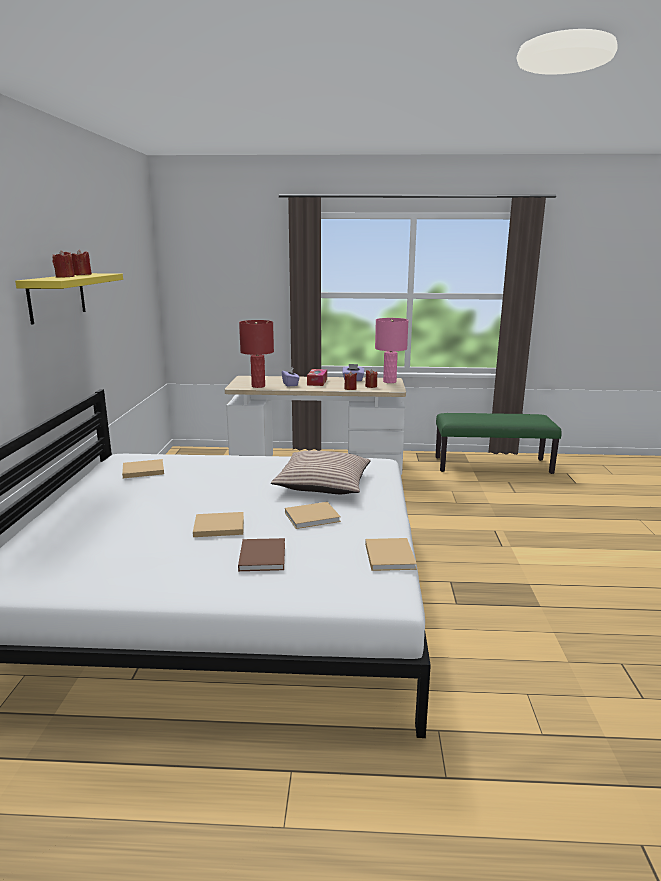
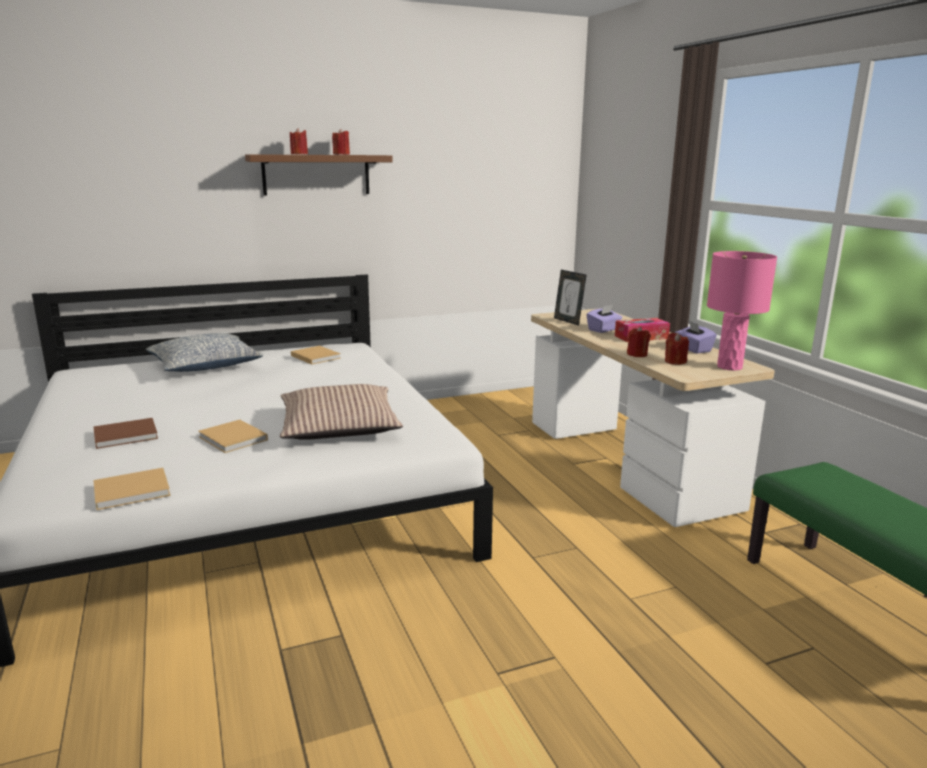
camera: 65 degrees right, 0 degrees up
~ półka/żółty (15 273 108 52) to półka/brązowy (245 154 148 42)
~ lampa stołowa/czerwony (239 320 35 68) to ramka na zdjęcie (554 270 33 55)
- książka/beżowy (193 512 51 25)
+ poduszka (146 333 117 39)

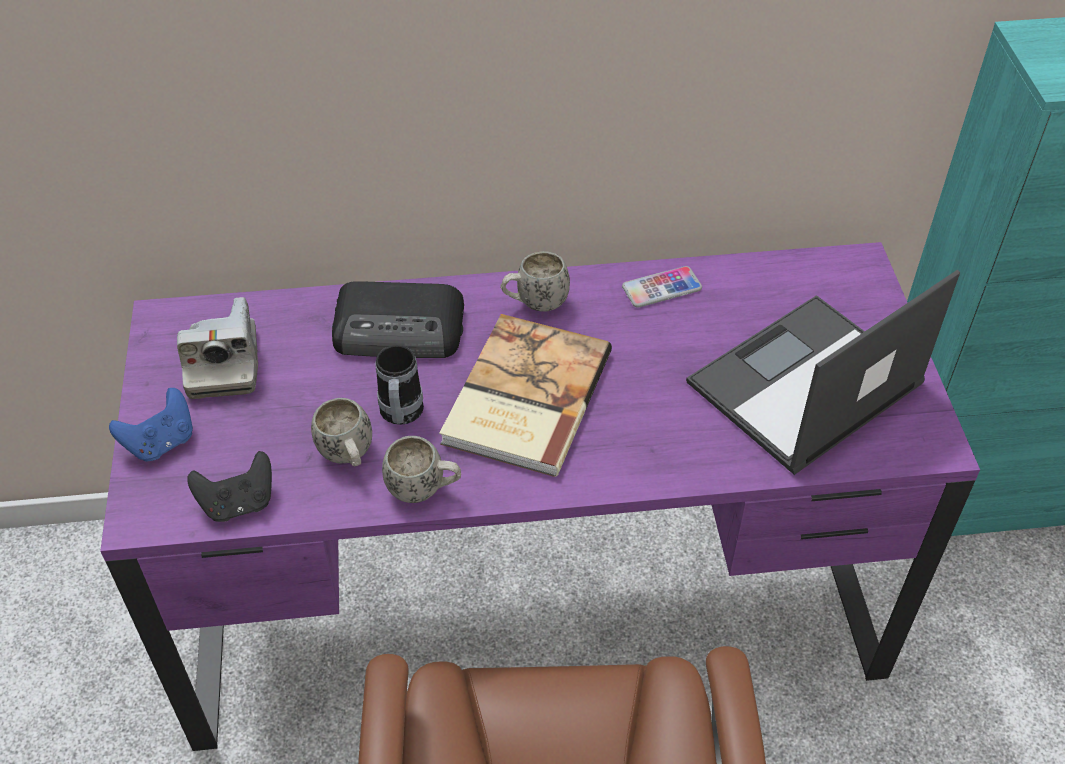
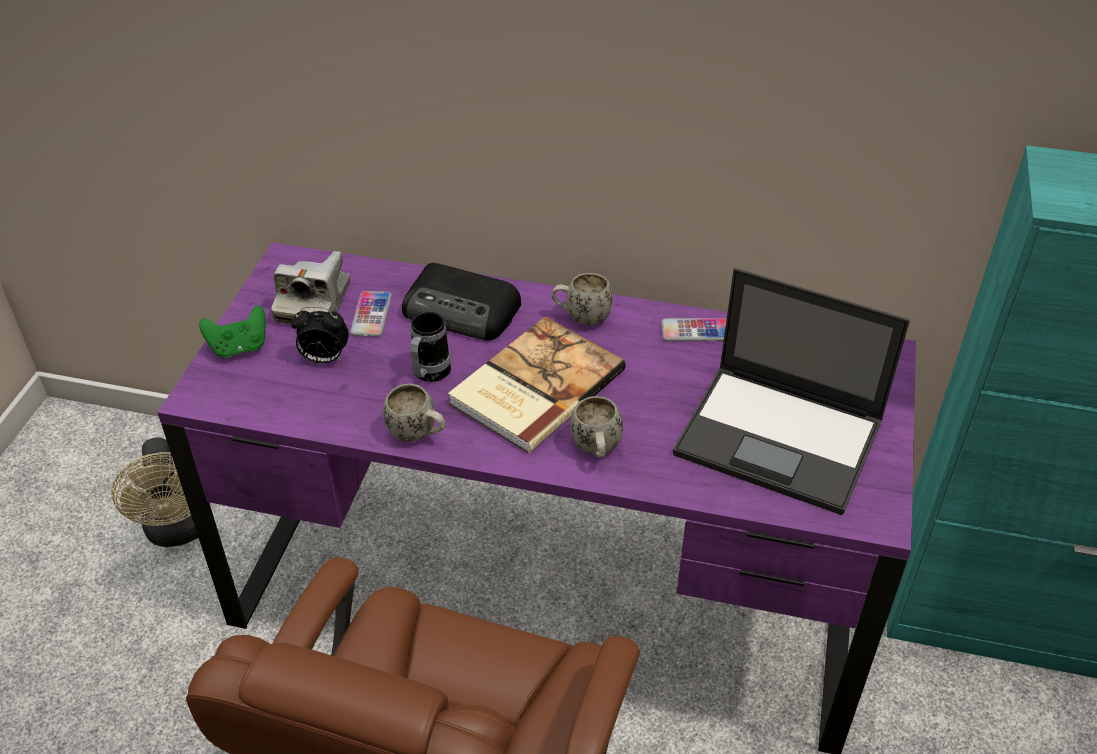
camera: 20 degrees right, 5 degrees down
~ laptop (686 270 274 205) = (673 268 237 247) 135 degrees counterclockwise
~ pad do gier/niebieski (109 388 84 74) to pad do gier/zielony (199 305 67 53)
~ kubek/biały (311 398 61 69) to (570 396 53 62)
- pad do gier/czarny (187 451 85 71)
+ telefon (350 291 42 46)
+ budzik (291 306 58 57)
+ wentylator/beżowy (111 437 88 110)

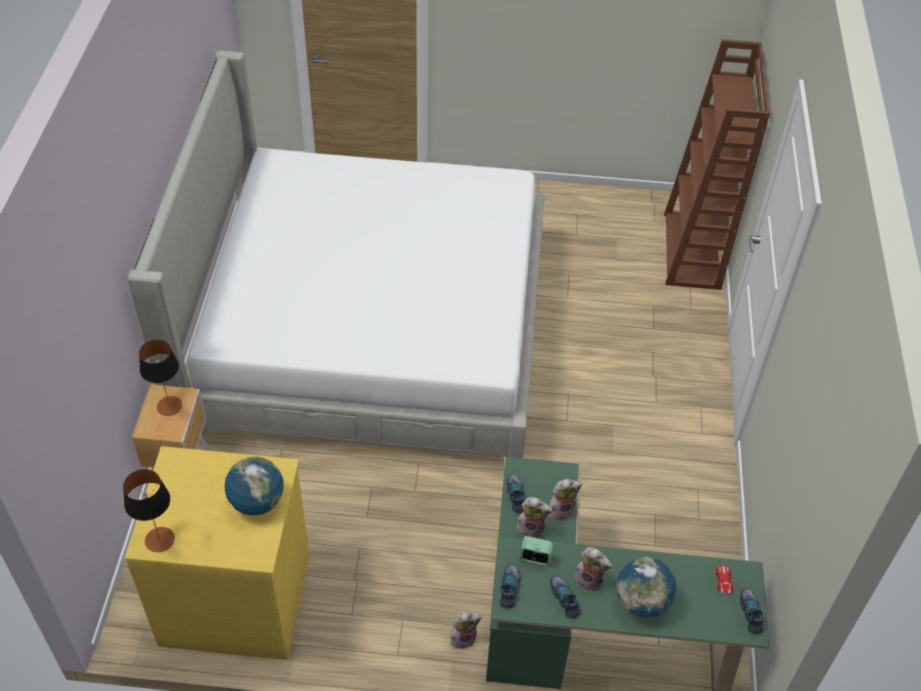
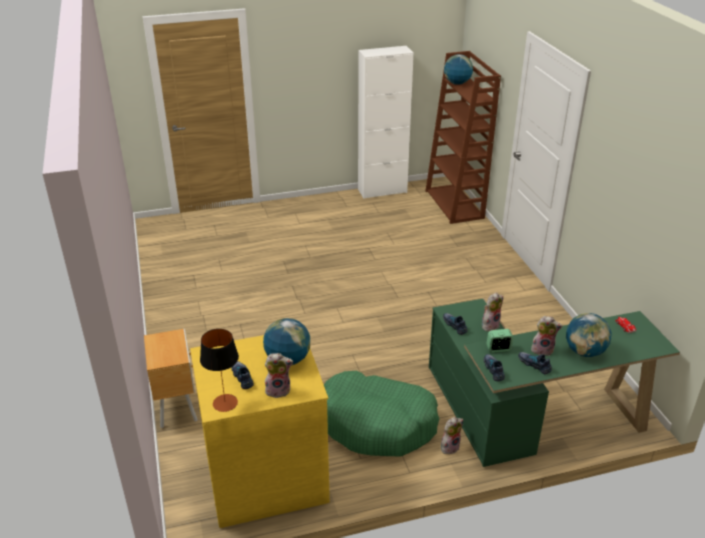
camera: 20 degrees left, 15 degrees down
- łóżko (127 50 418 408)
- lampa stołowa (139 340 43 76)
~ pluszak (517 497 36 41) to (265 353 28 45)
~ but (739 588 25 46) to (231 361 23 28)
+ szafka/biały (358 46 56 153)
+ globus (444 54 29 31)
+ legowisko/zielony (324 371 115 85)

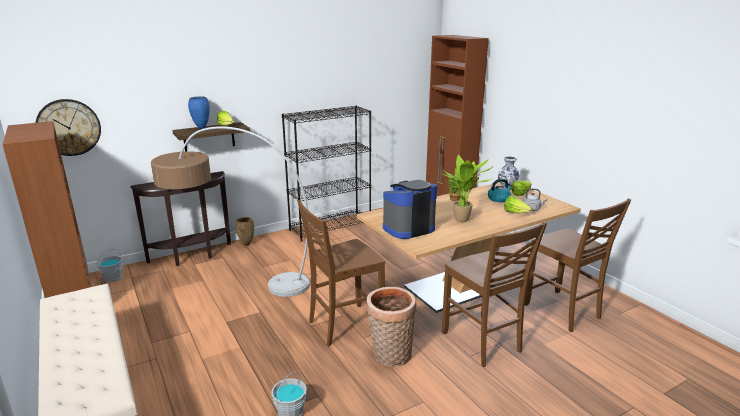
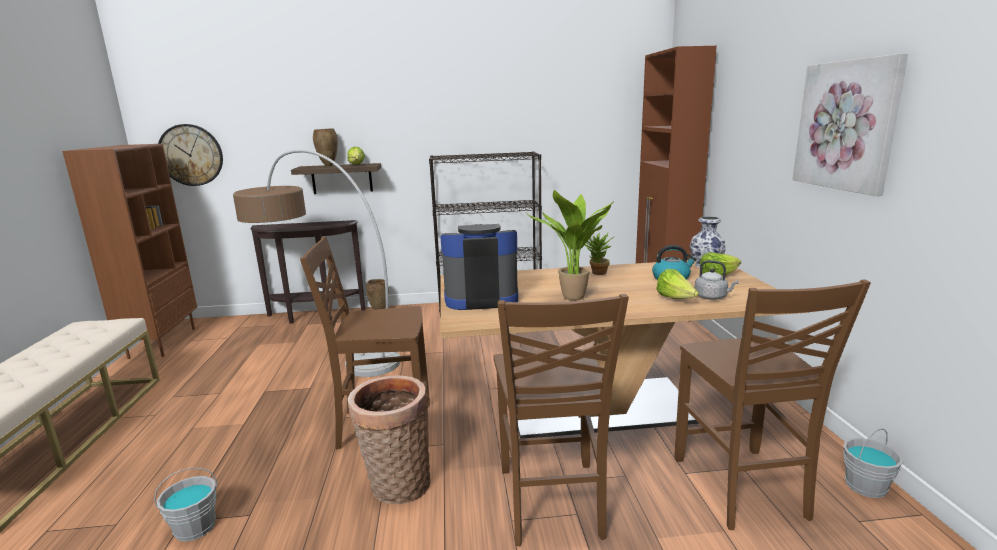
camera: 25 degrees right, 5 degrees down
~ wazon/niebieski (188 96 22 33) to wazon/brązowy (313 128 25 38)
~ wiadro/szary (97 249 26 33) to (843 428 60 70)
+ obraz (793 53 115 143)

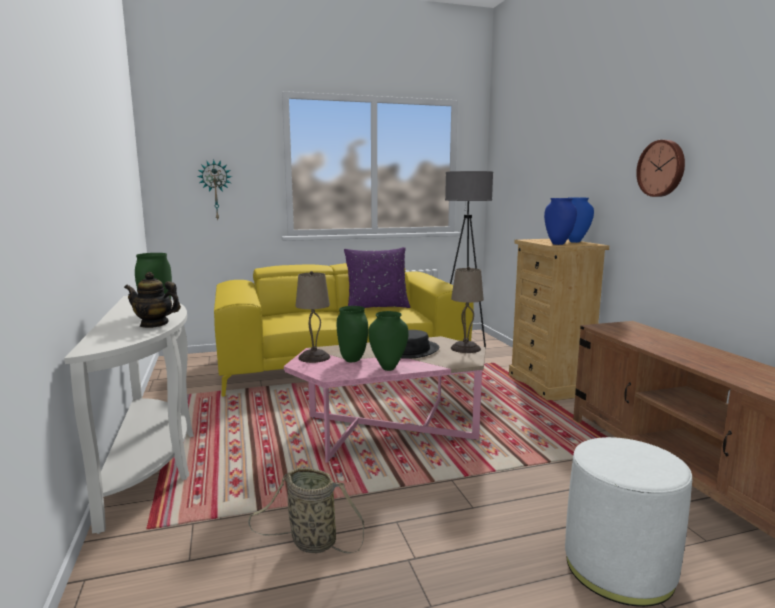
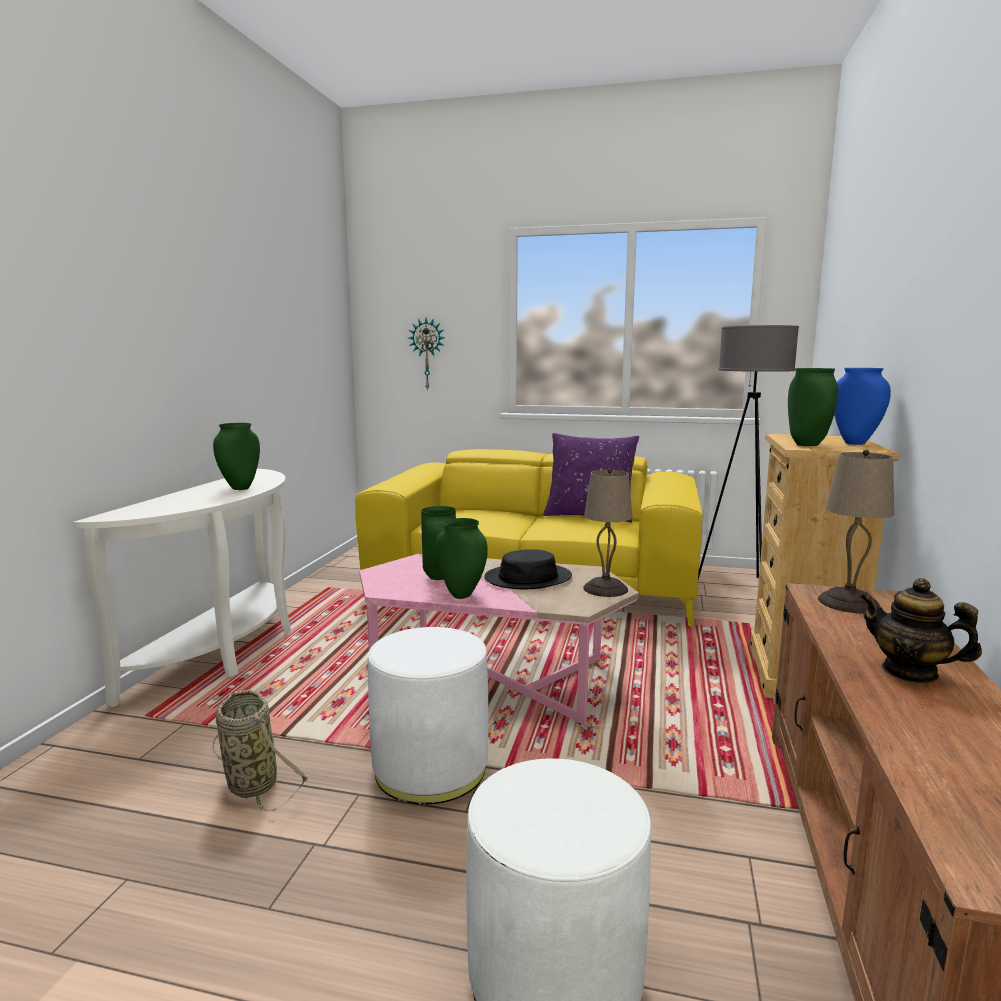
camera: 30 degrees right, 0 degrees up
- zegar ścienny (636 140 49 57)
~ wazon/niebieski (544 198 33 47) to wazon/zielony (788 368 50 78)
~ lampa stołowa/beżowy (296 271 34 92) to (818 450 76 163)
~ imbryk (124 272 57 56) to (859 578 123 105)
+ pufa/biały (368 627 120 177)

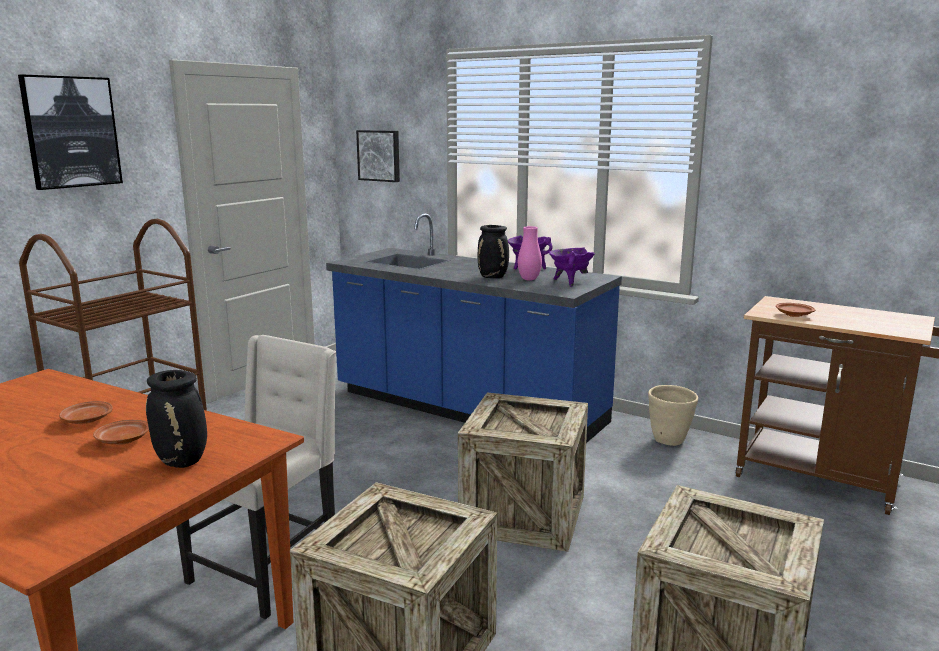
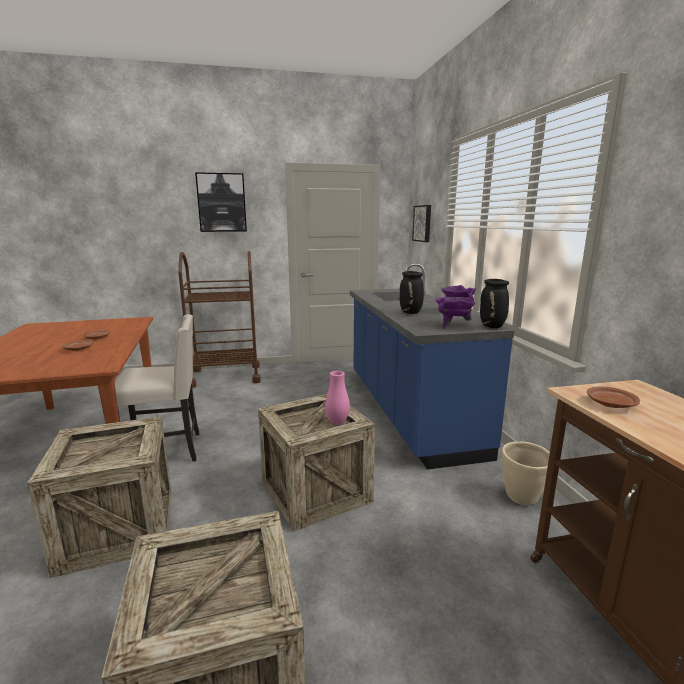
camera: 45 degrees right, 0 degrees up
~ wazon/różowy (518 226 24 55) to (325 371 25 54)
~ wazon/czarny (146 370 61 98) to (480 279 29 49)

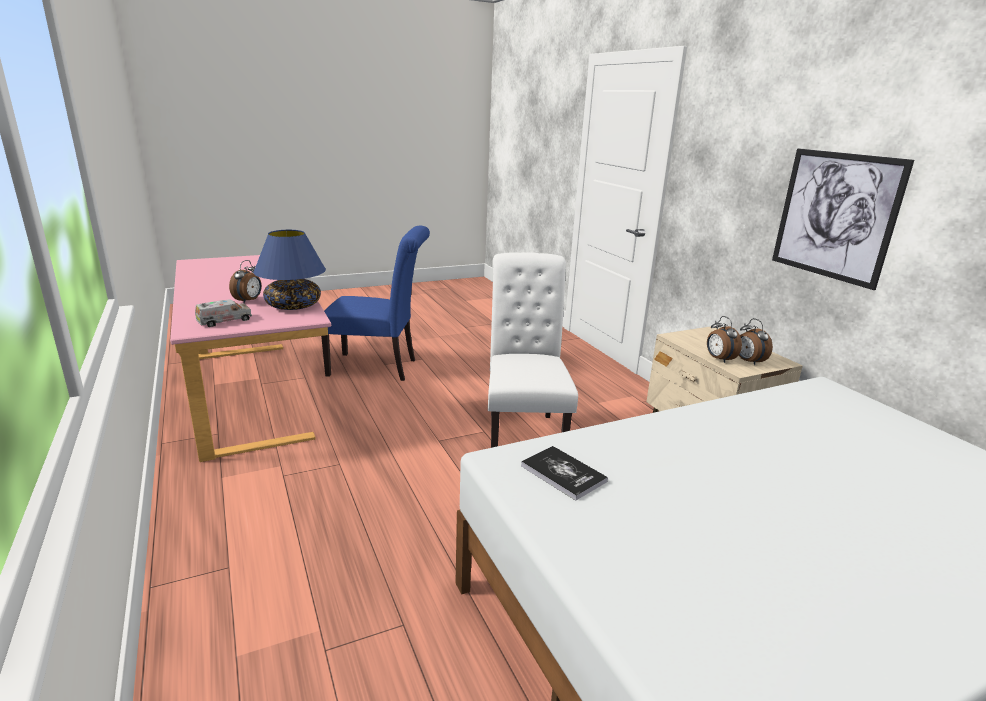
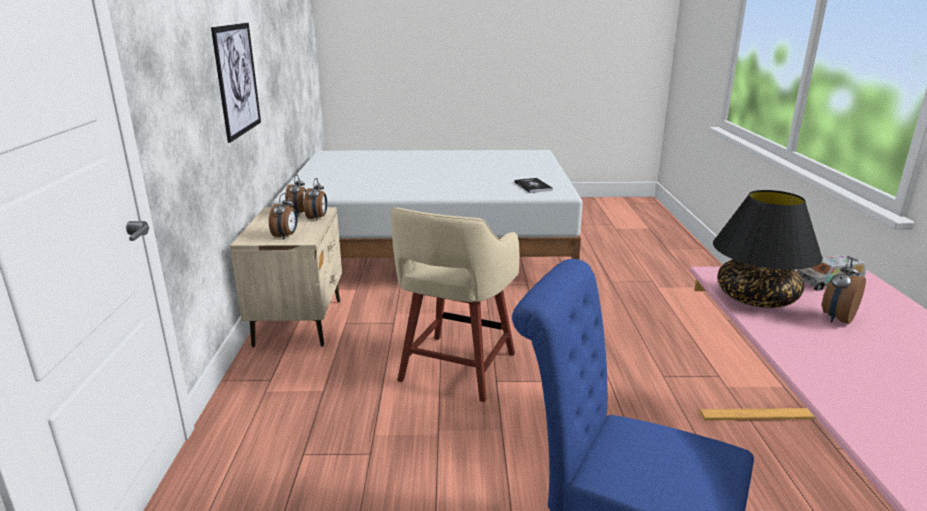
camera: 155 degrees left, 0 degrees up
~ lampa stołowa/niebieski (253 230 73 80) to lampa stołowa/czarny (713 190 110 118)
~ krzesło/biały (488 252 90 196) to stołek/beżowy (391 207 128 195)
+ budzik (269 193 29 47)

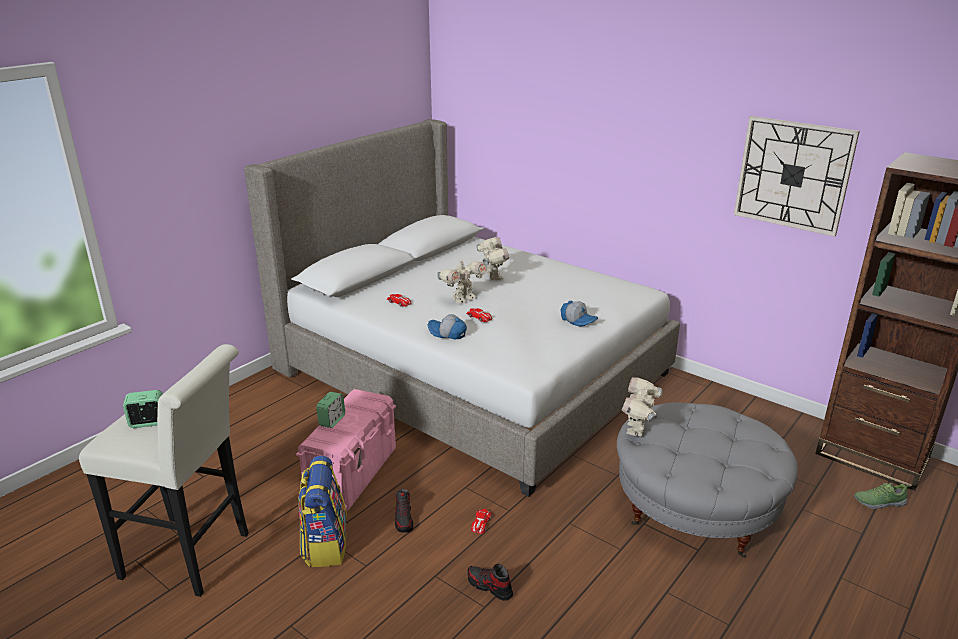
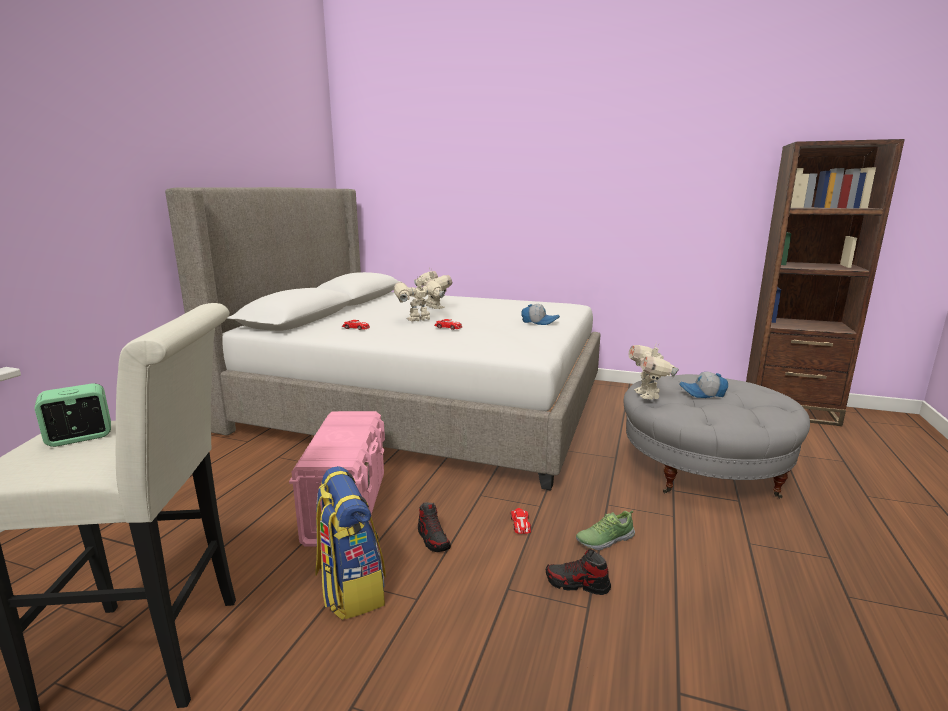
camera: 20 degrees left, 10 degrees down
- zegar ścienny (734 116 126 121)
~ robot zabawkowy (437 256 51 48) = (394 279 51 42) 150 degrees counterclockwise
~ czapka z daszkiem (427 315 40 24) to (679 371 49 27)
- budzik (316 392 29 36)
~ but (854 483 56 26) to (576 511 59 39)

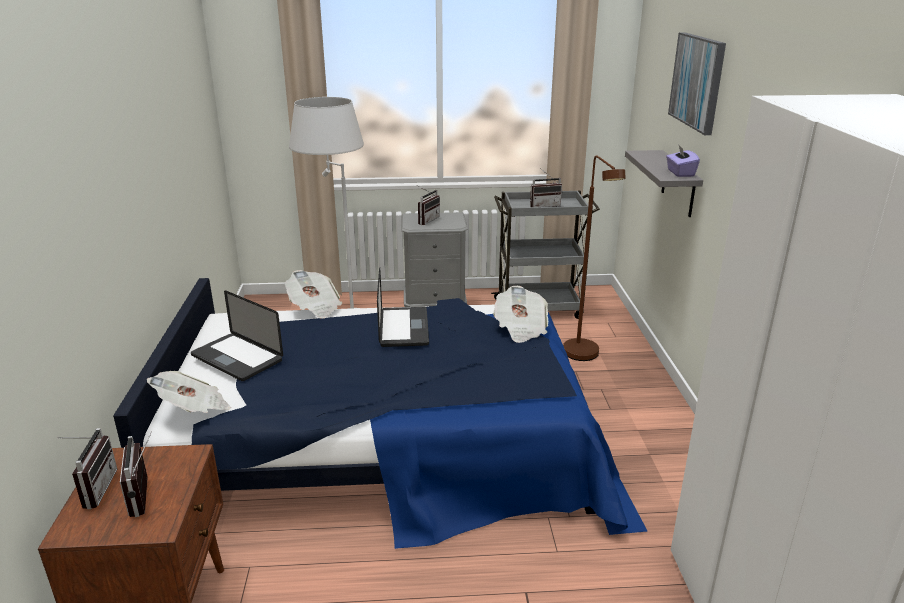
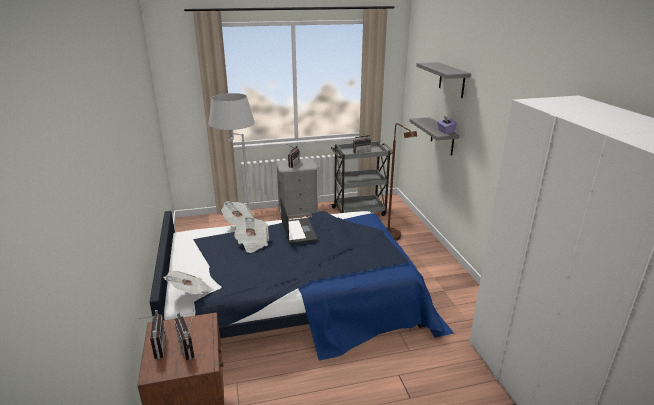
camera: 10 degrees left, 0 degrees up
~ obraz (668 32 58 103) to półka/szary (416 62 55 36)
~ gazeta (493 286 55 57) to (234 216 35 37)
- laptop (191 290 92 91)

